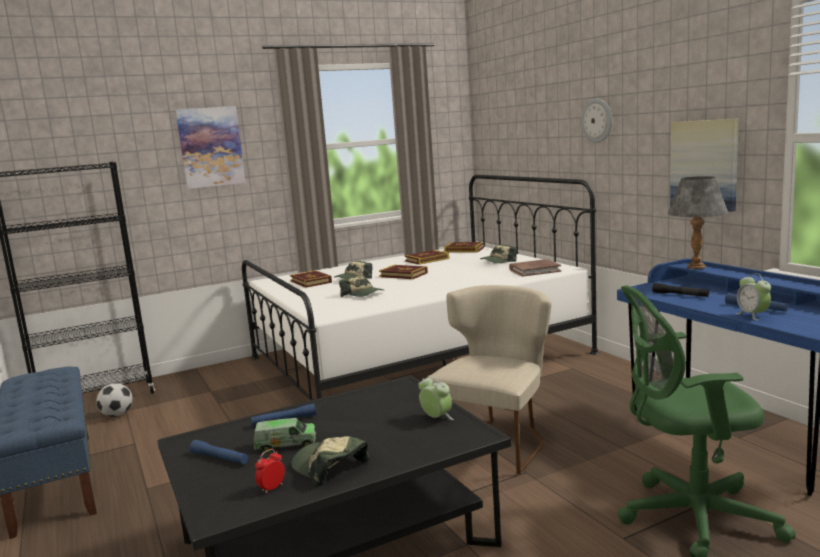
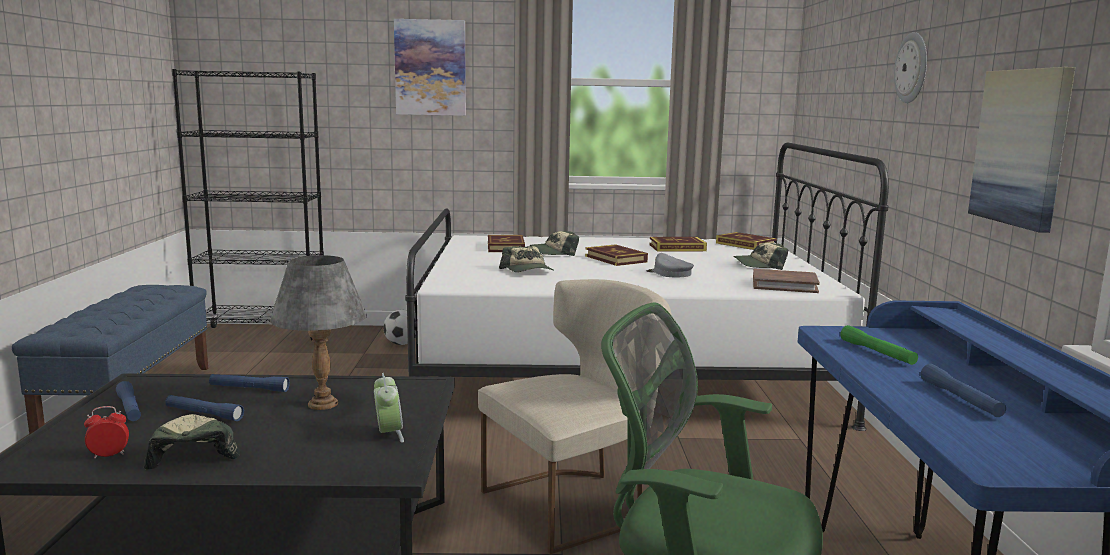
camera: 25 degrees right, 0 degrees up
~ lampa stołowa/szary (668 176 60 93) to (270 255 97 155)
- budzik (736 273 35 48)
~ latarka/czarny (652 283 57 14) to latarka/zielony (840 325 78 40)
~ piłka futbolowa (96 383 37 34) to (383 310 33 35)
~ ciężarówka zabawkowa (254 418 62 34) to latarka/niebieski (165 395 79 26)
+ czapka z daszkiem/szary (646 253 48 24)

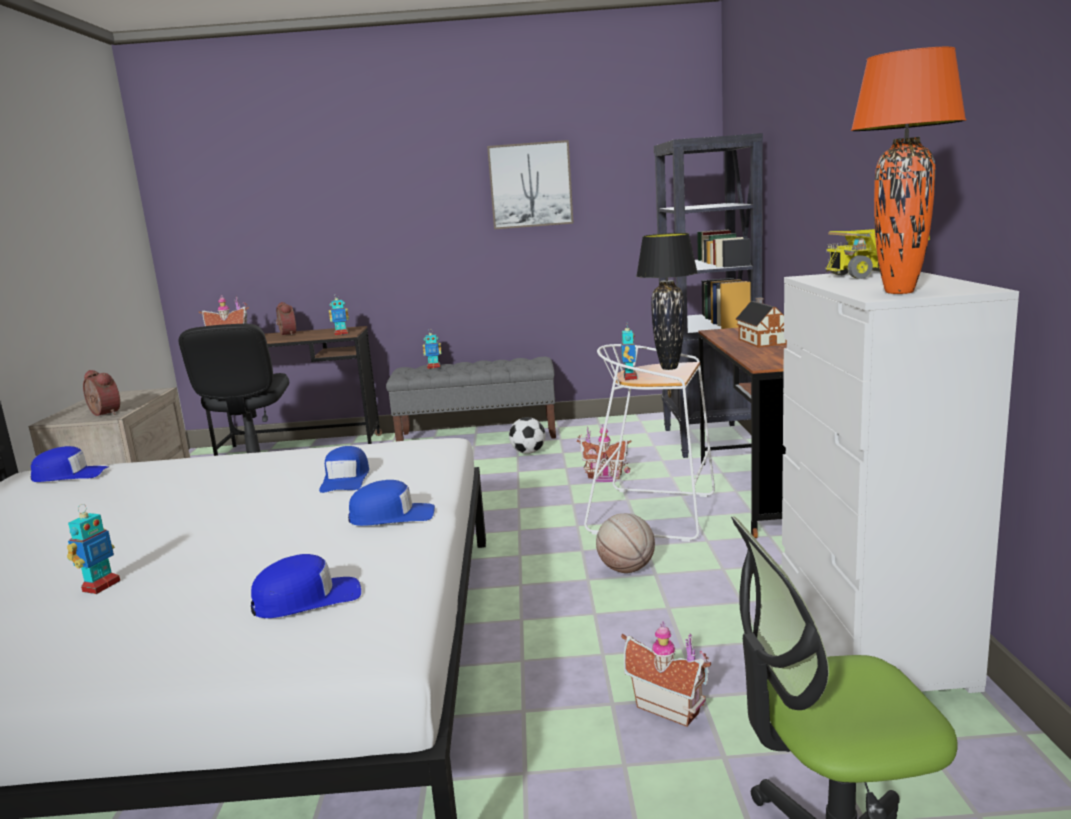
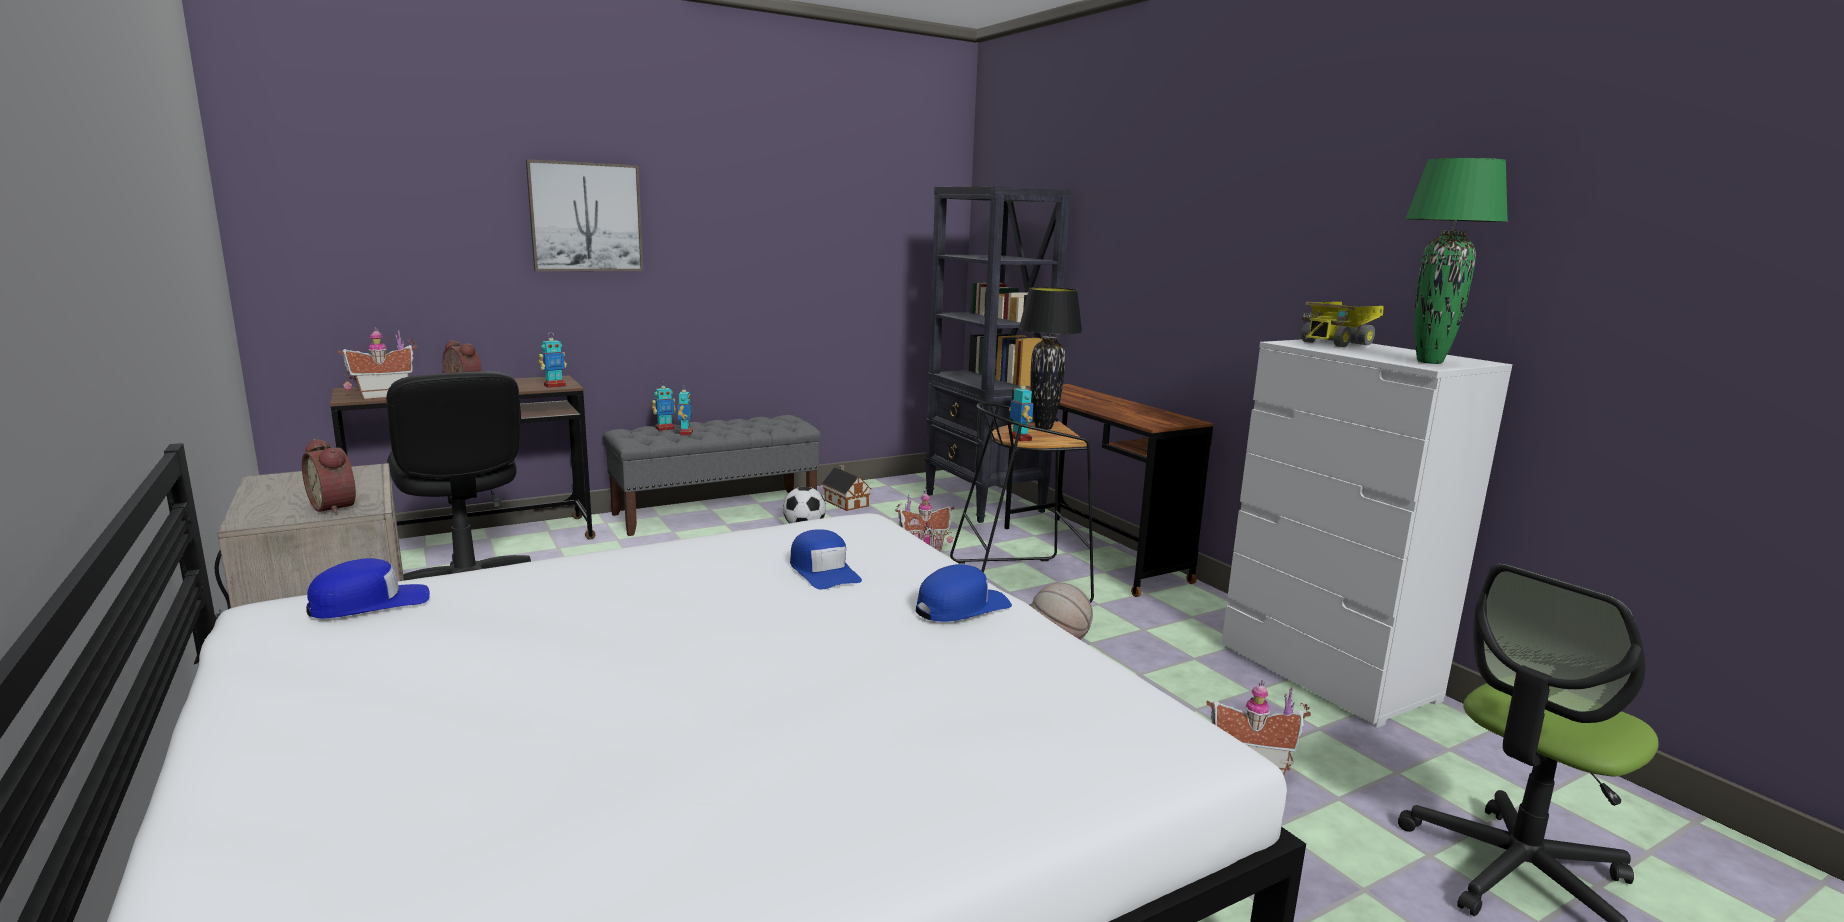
camera: 30 degrees left, 0 degrees up
~ lampa stołowa/pomarańczowy (851 47 115 247) to lampa stołowa/zielony (1405 158 103 206)
~ obraz (487 140 87 89) to (526 159 117 112)
~ domek (735 297 52 51) to (822 465 50 46)
~ stołek/biały (584 344 131 198) to stołek/czarny (950 403 144 203)
~ budzik (83 370 37 46) = (302 439 54 76) 150 degrees counterclockwise
~ robot zabawkowy (67 504 53 90) to (678 386 15 49)
- czapka z daszkiem/niebieski (251 554 110 64)

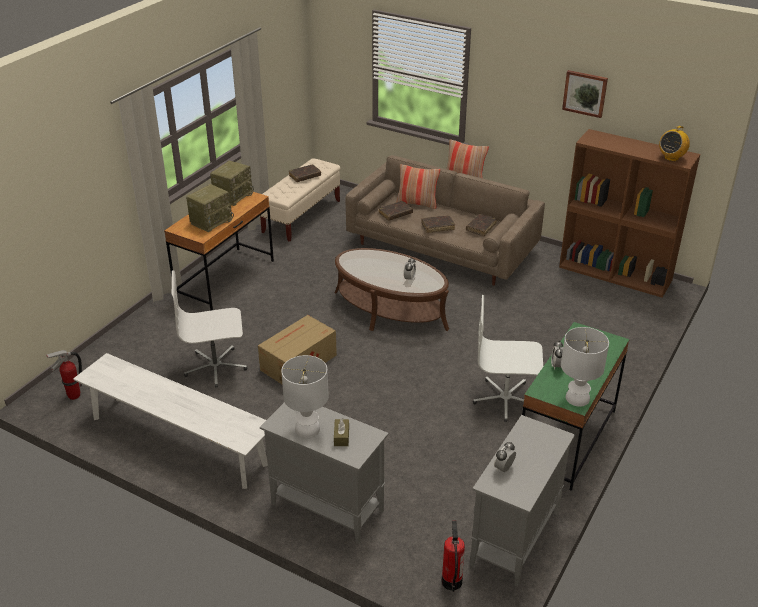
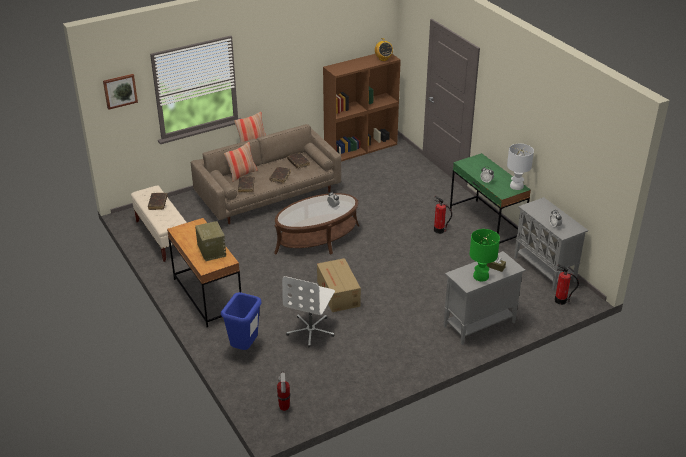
camera: 60 degrees left, 0 degrees up
~ obraz (562 70 46 48) to (103 74 35 36)
- radio (210 161 44 45)
~ krzesło biurowe/biały (473 295 70 127) to gaśnica (434 196 18 38)
- ławka/biały (73 353 195 136)
~ lampa stołowa/biały (281 355 48 83) to lampa stołowa/zielony (470 229 30 52)
+ kosz na śmieci/niebieski (221 292 41 58)

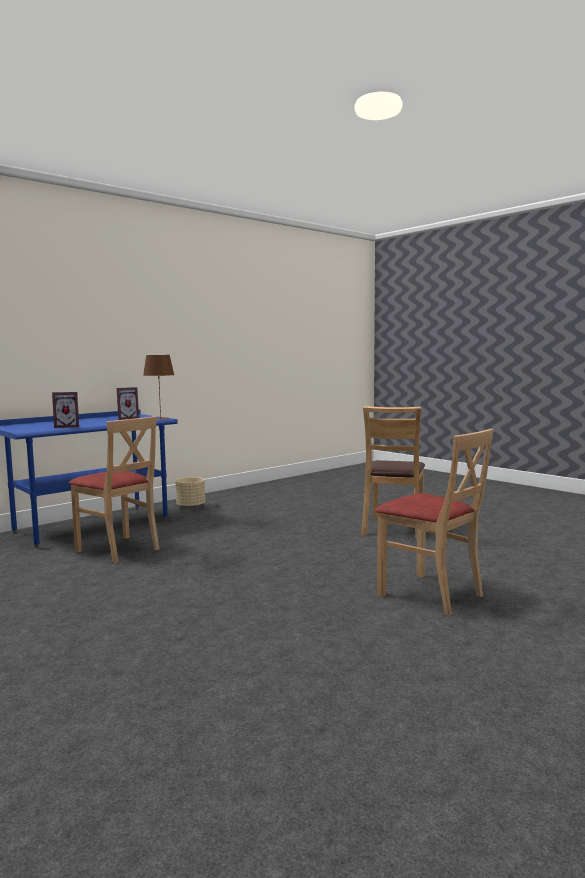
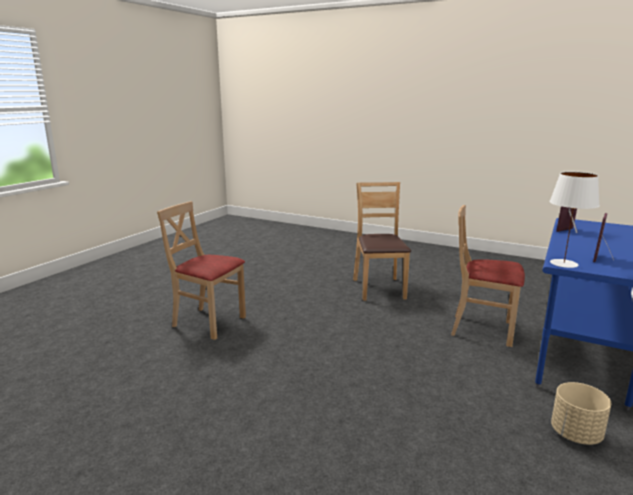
camera: 160 degrees right, 10 degrees up
~ lampa stołowa/brązowy (143 355 31 65) to lampa stołowa/biały (549 172 51 96)
~ krzesło/brązowy (361 406 64 134) to (353 182 58 119)

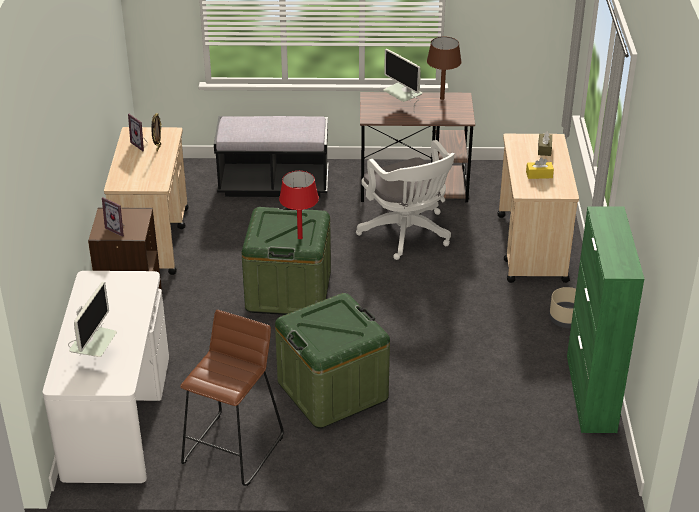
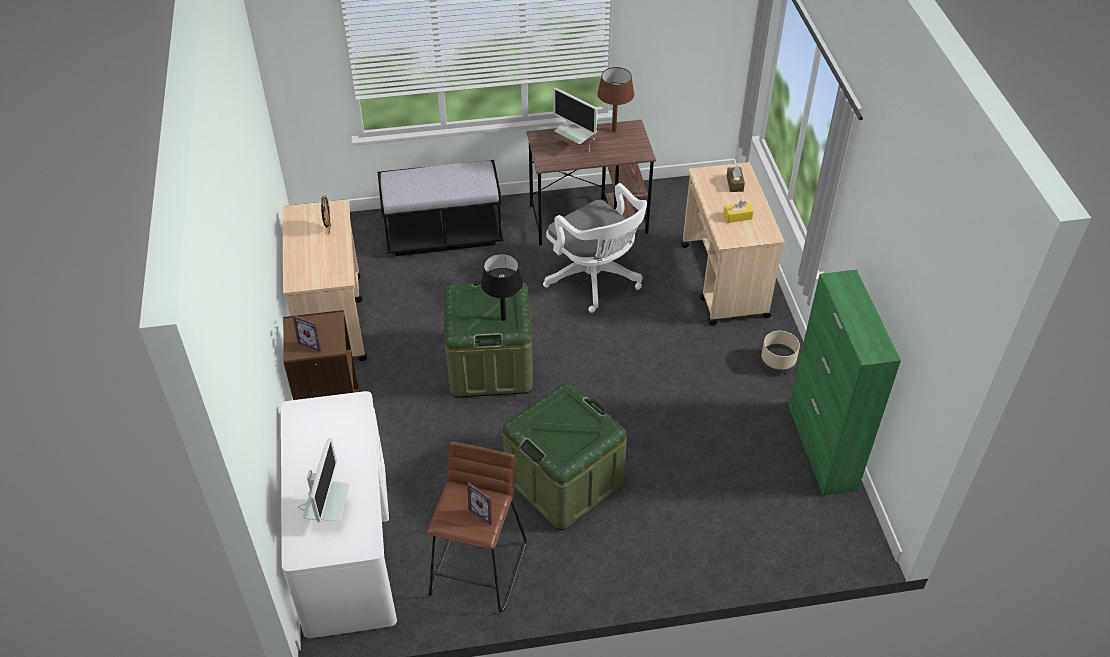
camera: 10 degrees left, 10 degrees up
~ ramka na zdjęcie (128 114 19 37) to (467 482 25 44)
~ lampa stołowa/czerwony (279 171 40 68) to lampa stołowa/czarny (481 254 42 67)

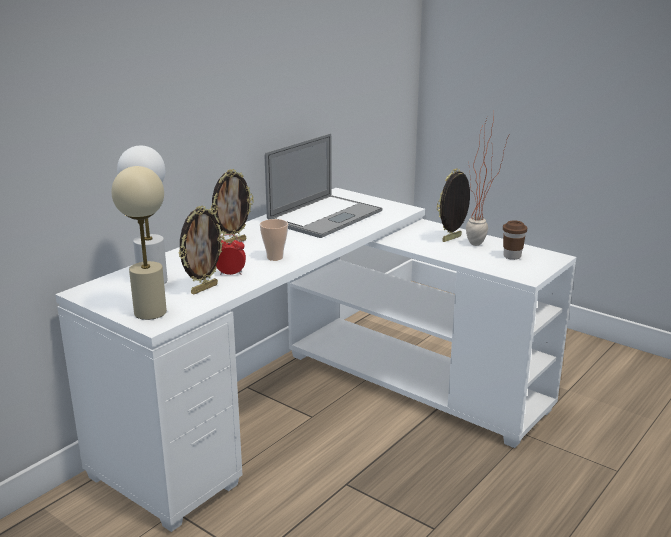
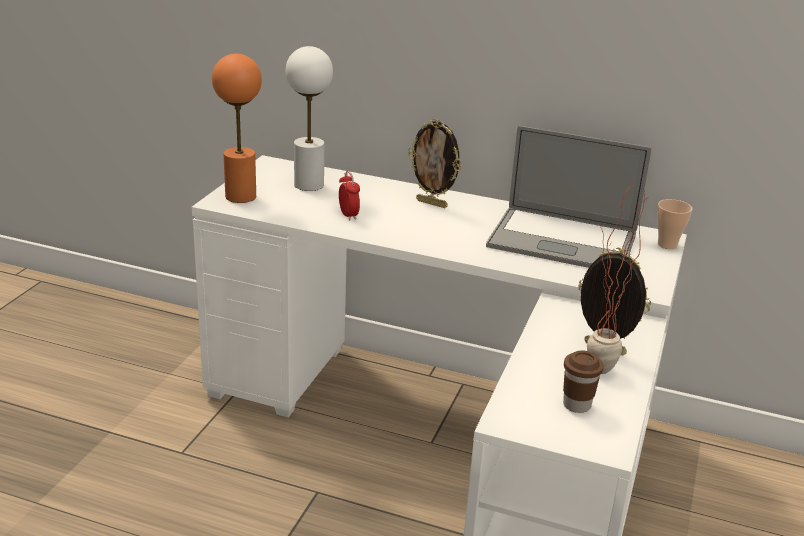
camera: 70 degrees right, 5 degrees up
~ lampa stołowa/beżowy (112 166 55 154) to lampa stołowa/pomarańczowy (212 54 50 149)
- ramka na zdjęcie (178 205 47 90)
~ filiżanka (260 219 28 42) to (657 199 36 50)

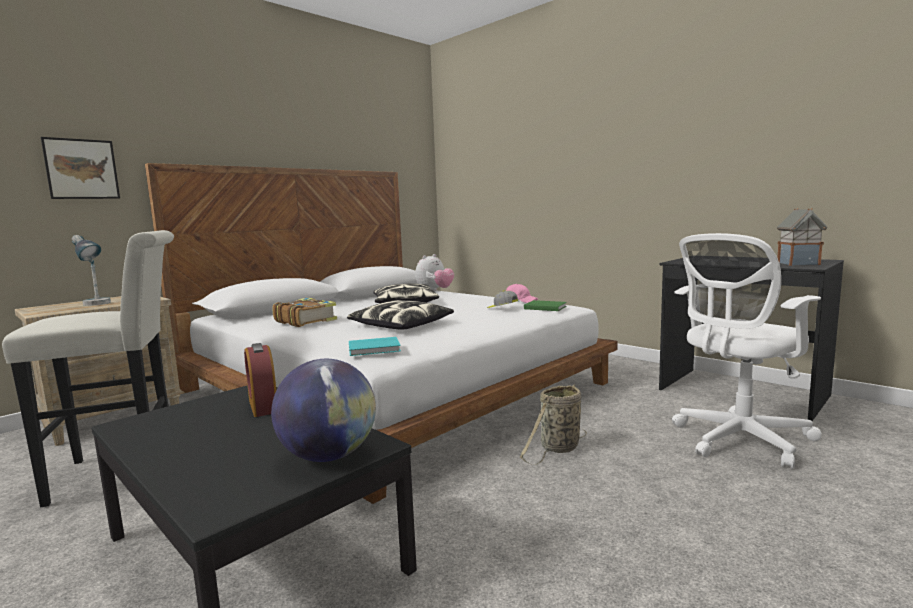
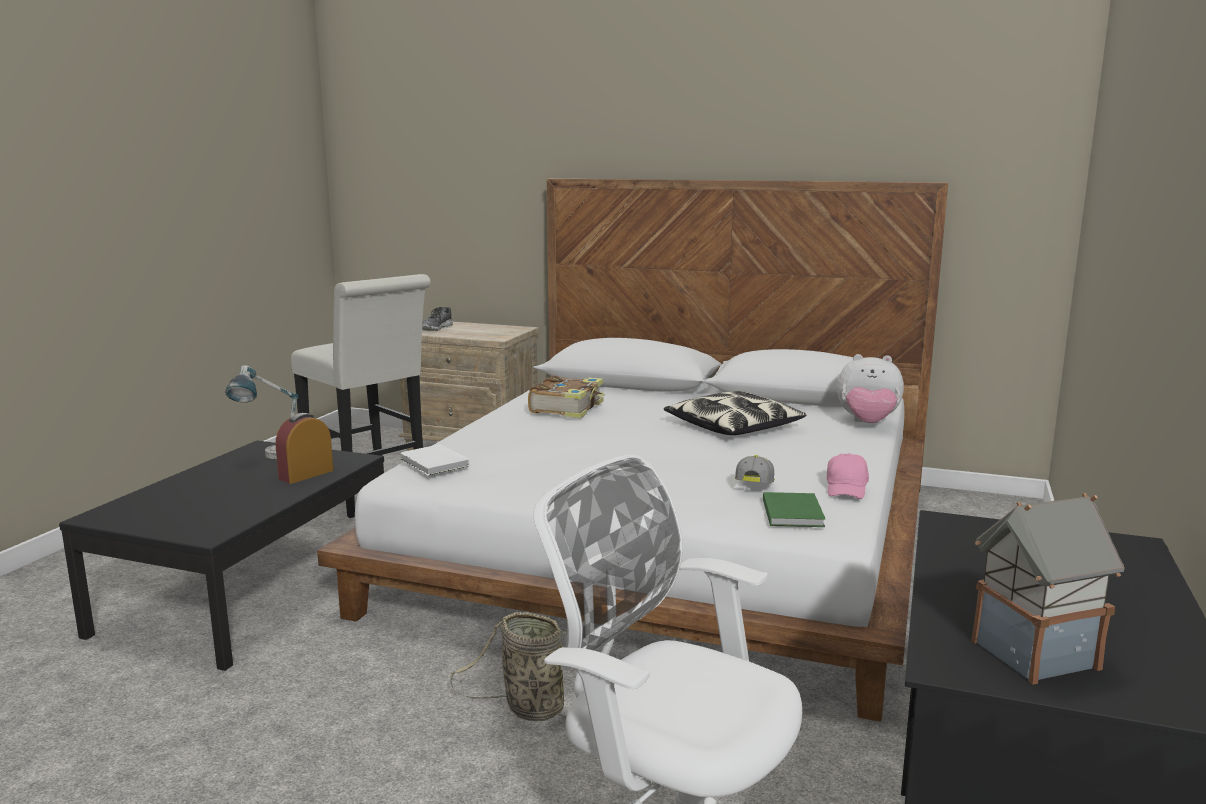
camera: 65 degrees right, 5 degrees up
- obraz (41 137 79 62)
~ lampa stołowa (72 235 39 71) to (225 365 73 94)
- poduszka (347 300 107 30)
~ książka/turkusowy (349 337 52 19) to książka/biały (400 444 69 32)
- globus (271 359 105 103)
+ but (422 307 31 24)

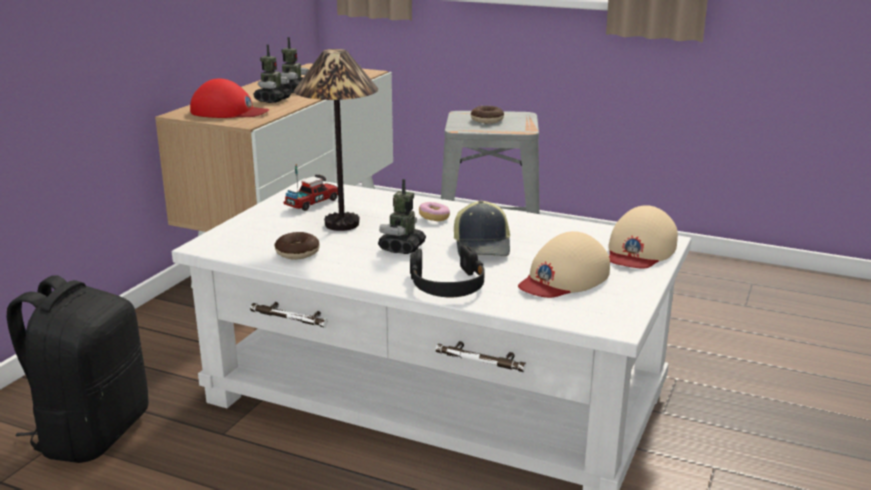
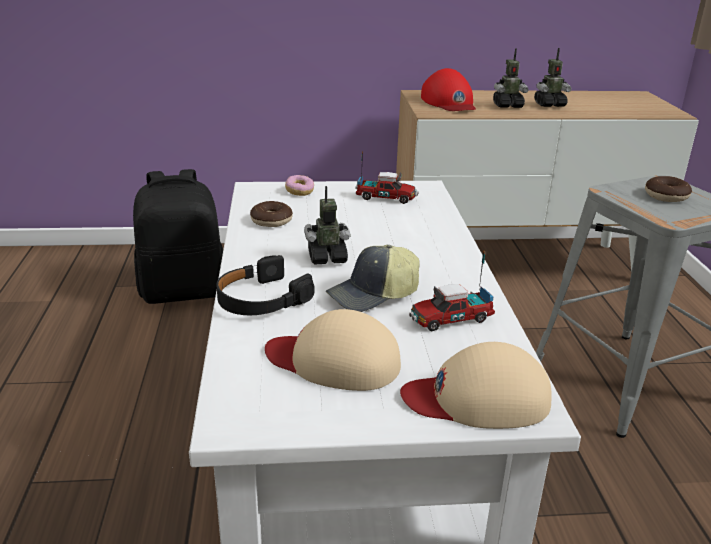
camera: 60 degrees right, 5 degrees up
- lampa stołowa (294 49 84 182)
~ donut (419 202 31 19) to (285 175 29 21)
+ ciężarówka zabawkowa (409 250 86 82)

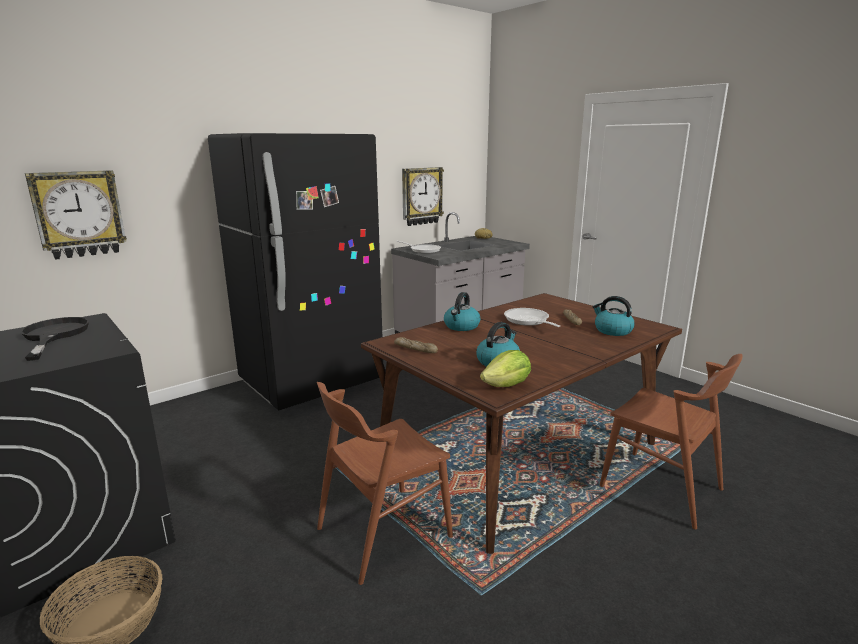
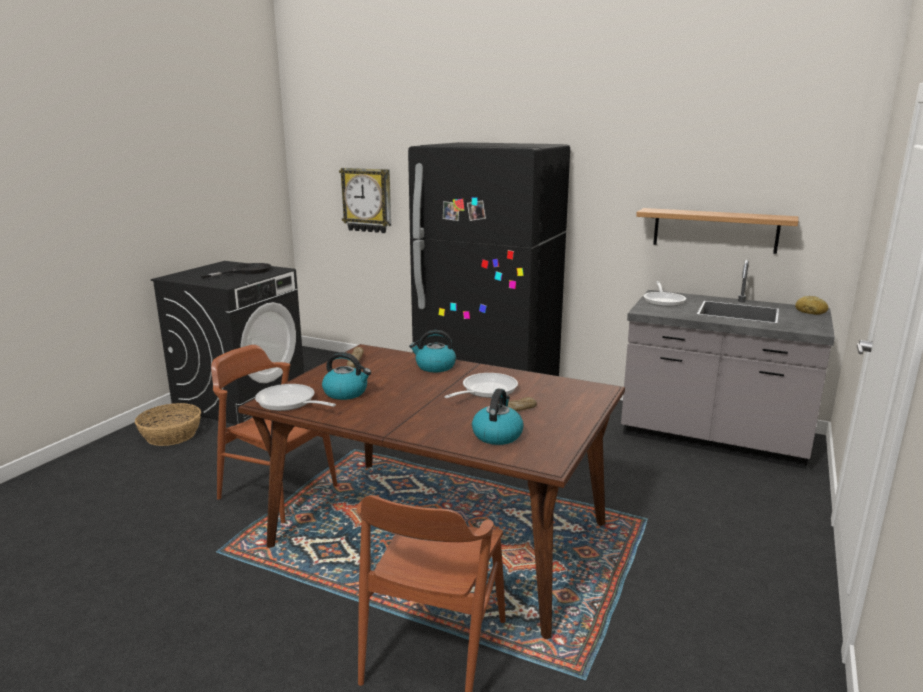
camera: 65 degrees right, 0 degrees up
~ zegar ścienny (402 167 42 59) to półka (636 208 162 46)
~ sałata (480 350 51 37) to patelnia (255 384 81 27)

